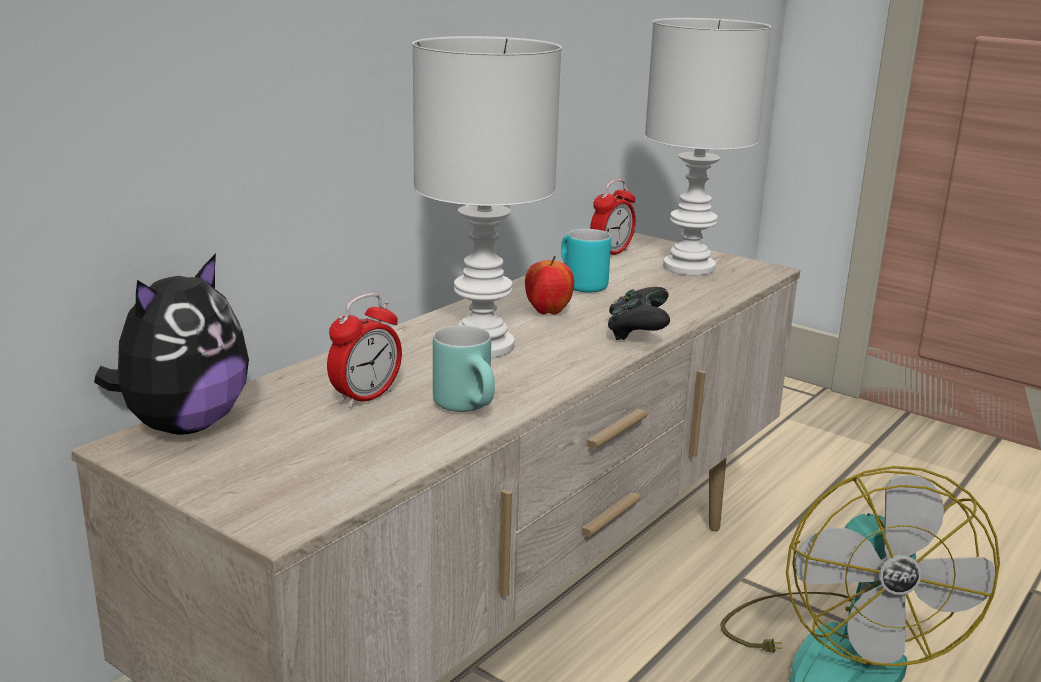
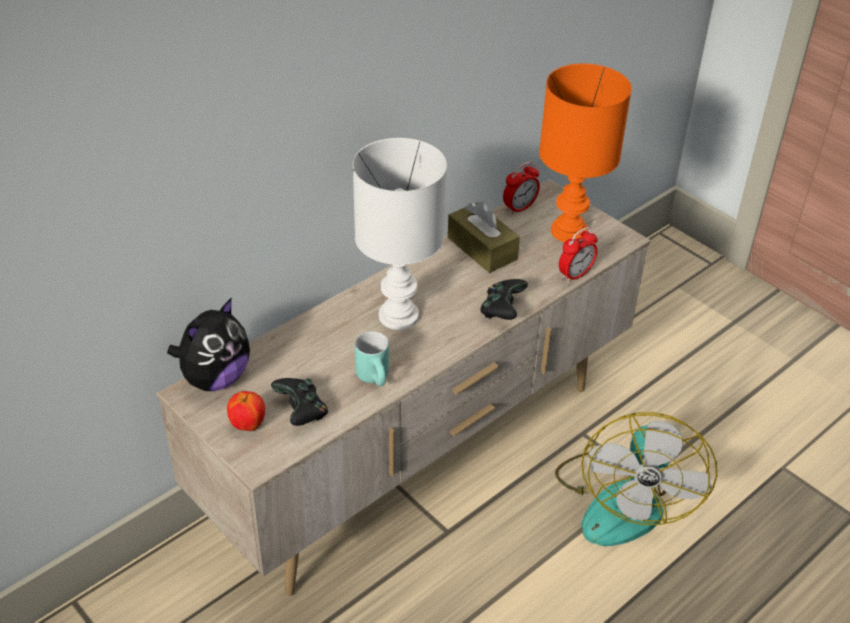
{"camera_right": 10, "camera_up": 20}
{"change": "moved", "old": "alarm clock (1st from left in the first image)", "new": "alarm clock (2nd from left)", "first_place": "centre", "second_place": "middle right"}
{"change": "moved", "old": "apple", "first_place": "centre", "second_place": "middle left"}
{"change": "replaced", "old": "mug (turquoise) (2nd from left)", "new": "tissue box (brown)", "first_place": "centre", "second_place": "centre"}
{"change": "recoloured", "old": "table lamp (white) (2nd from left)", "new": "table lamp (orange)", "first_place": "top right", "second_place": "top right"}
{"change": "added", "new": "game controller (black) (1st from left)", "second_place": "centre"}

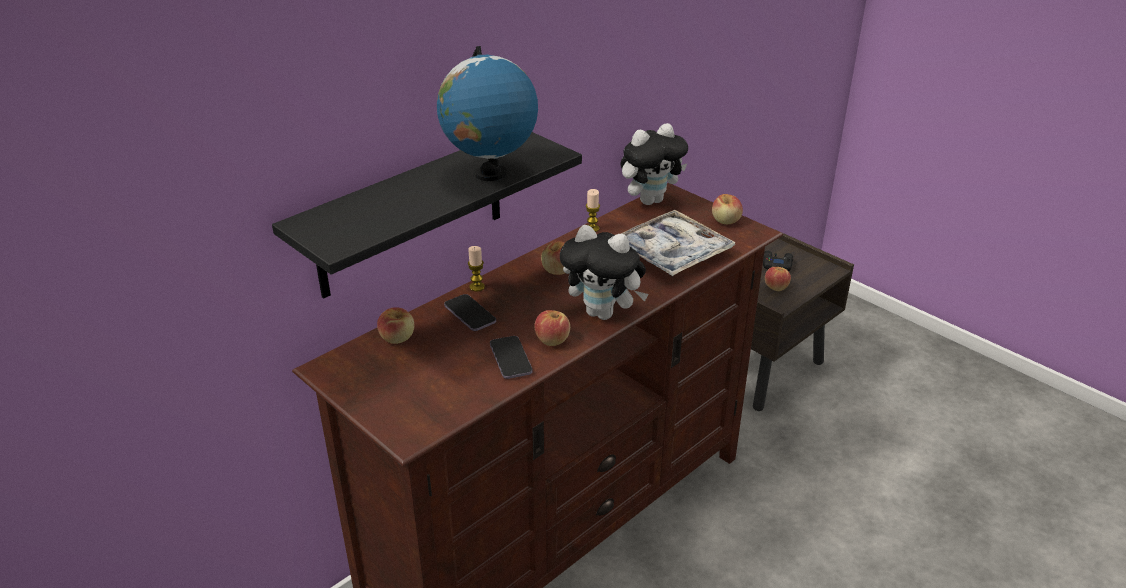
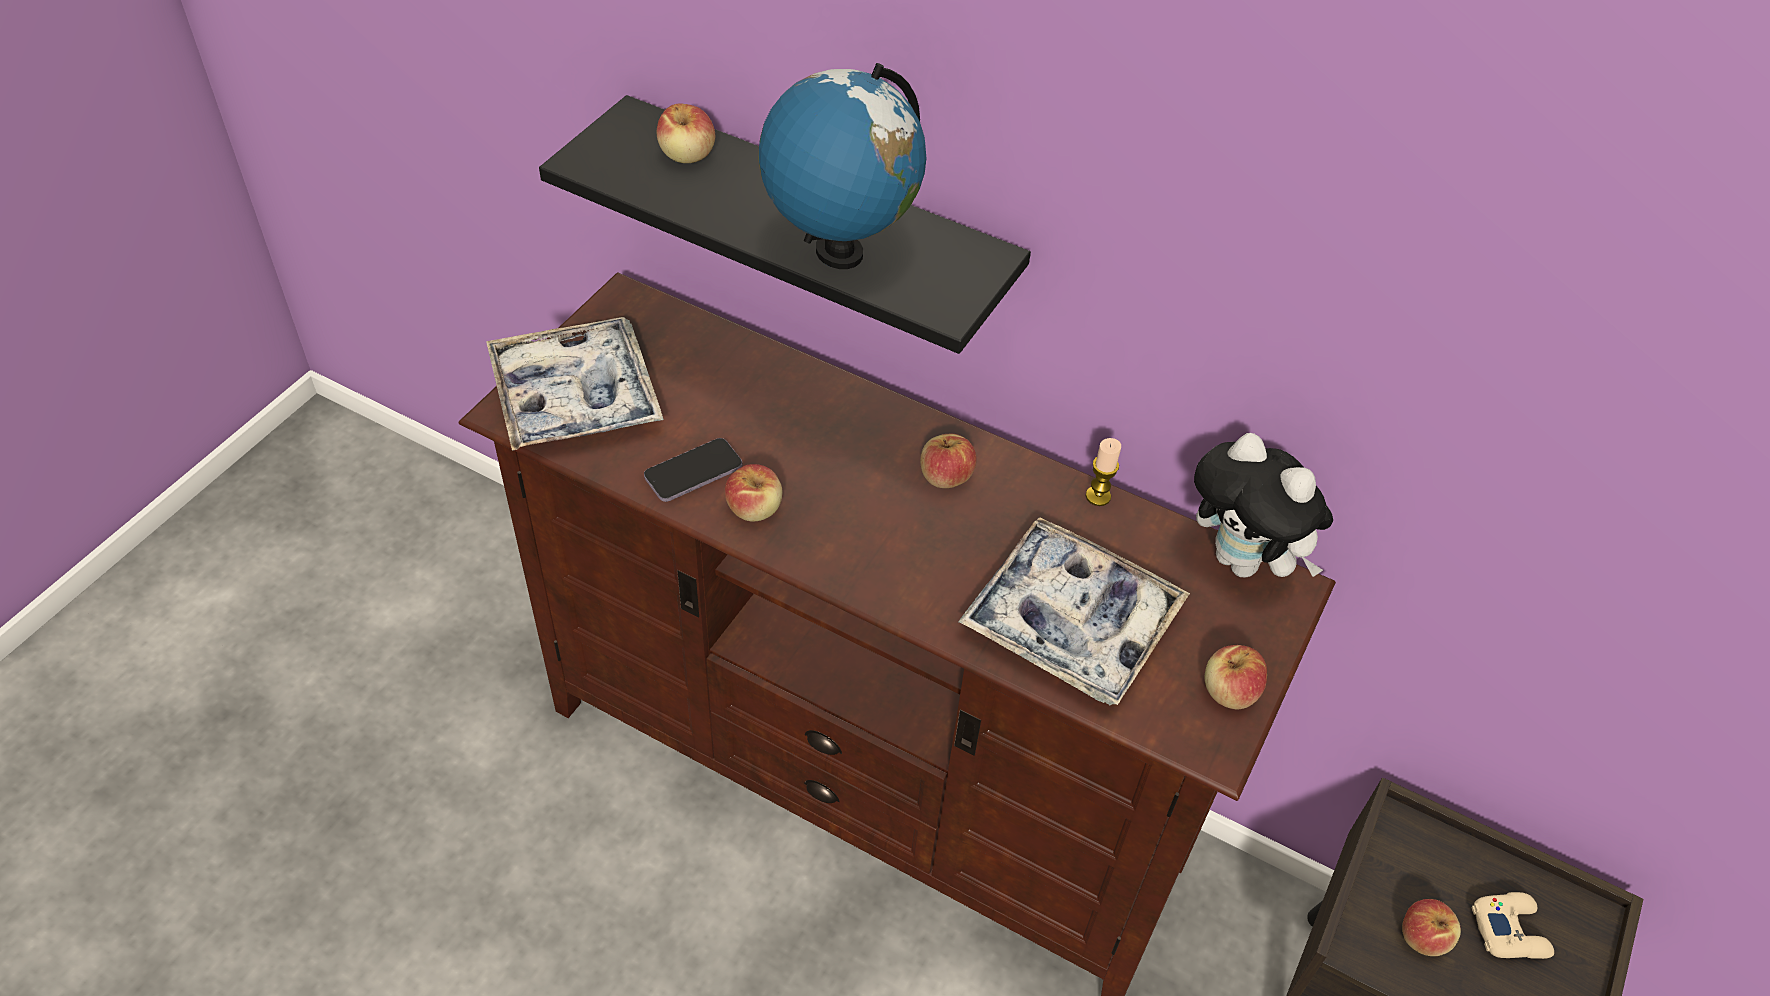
{"camera_right": 70, "camera_up": 15}
{"change": "moved", "old": "apple (1st from left)", "first_place": "centre", "second_place": "top centre"}
{"change": "removed", "old": "phone (1st from left)", "first_place": "centre"}
{"change": "removed", "old": "candle (1st from left)", "first_place": "centre"}
{"change": "removed", "old": "plush toy (1st from left)", "first_place": "centre"}
{"change": "recoloured", "old": "game controller (black)", "new": "game controller (beige)", "first_place": "middle right", "second_place": "bottom right"}
{"change": "added", "new": "tray (1st from left)", "second_place": "middle left"}

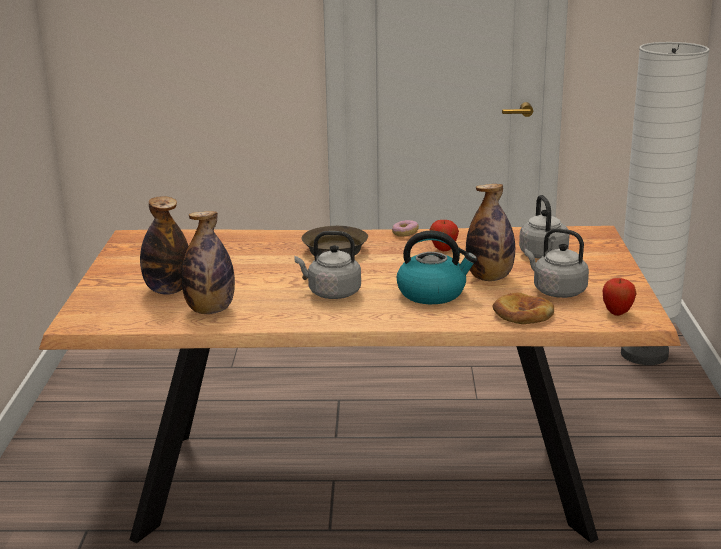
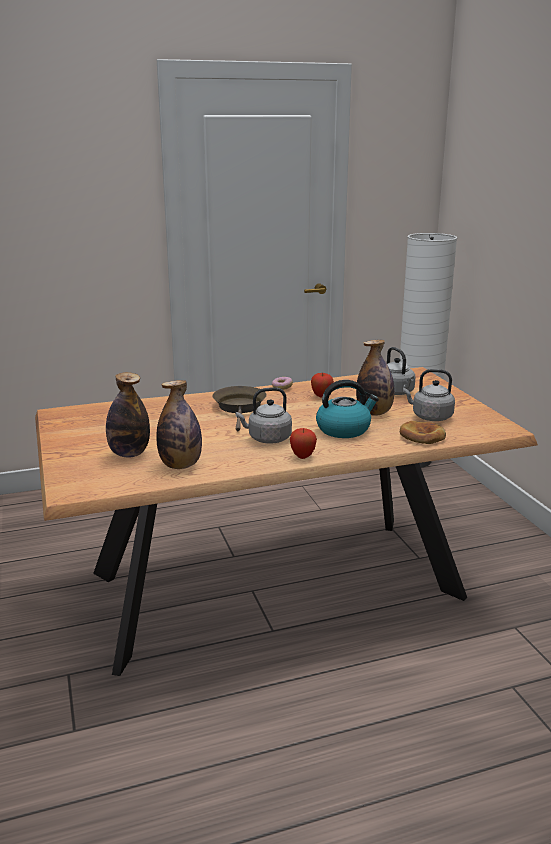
{"camera_right": -20, "camera_up": 0}
{"change": "moved", "old": "apple (2nd from left in the first image)", "new": "apple (1st from left)", "first_place": "middle right", "second_place": "centre"}

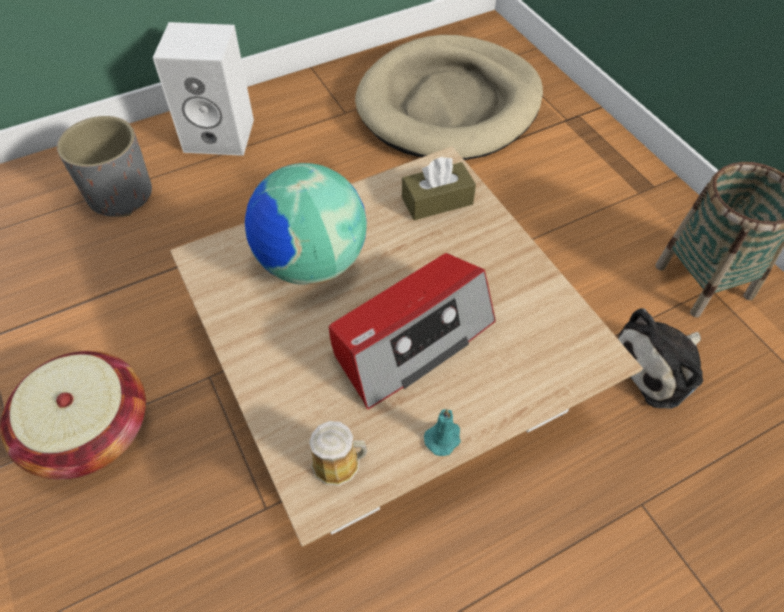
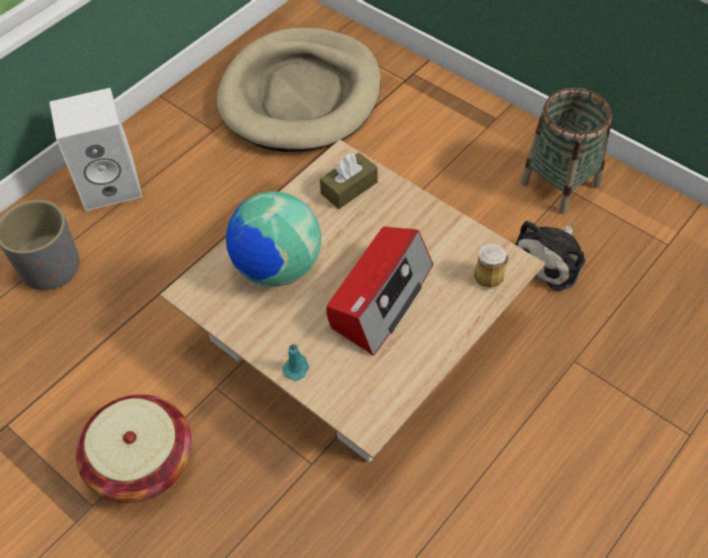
{"camera_right": -20, "camera_up": 0}
{"change": "moved", "old": "mug", "first_place": "bottom centre", "second_place": "middle right"}
{"change": "moved", "old": "candle (turquoise)", "first_place": "bottom centre", "second_place": "centre"}

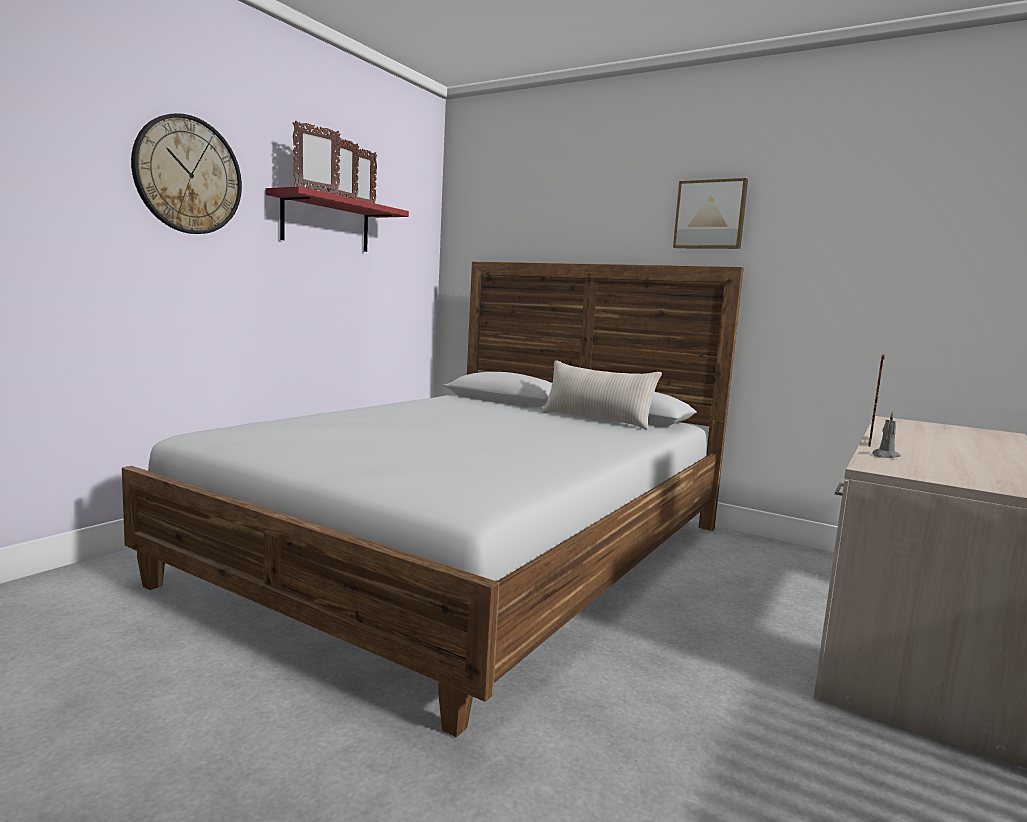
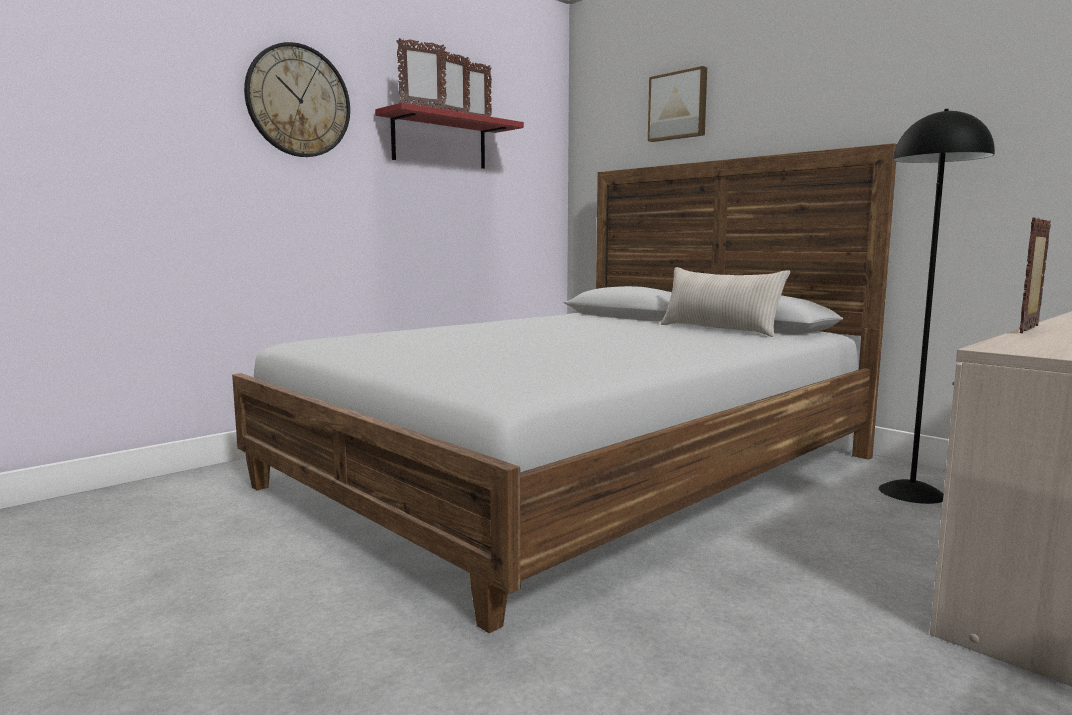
{"camera_right": 15, "camera_up": 0}
{"change": "moved", "old": "picture", "first_place": "top right", "second_place": "top centre"}
{"change": "removed", "old": "candle (grey)", "first_place": "middle right"}
{"change": "added", "new": "floor lamp (black)", "second_place": "middle right"}

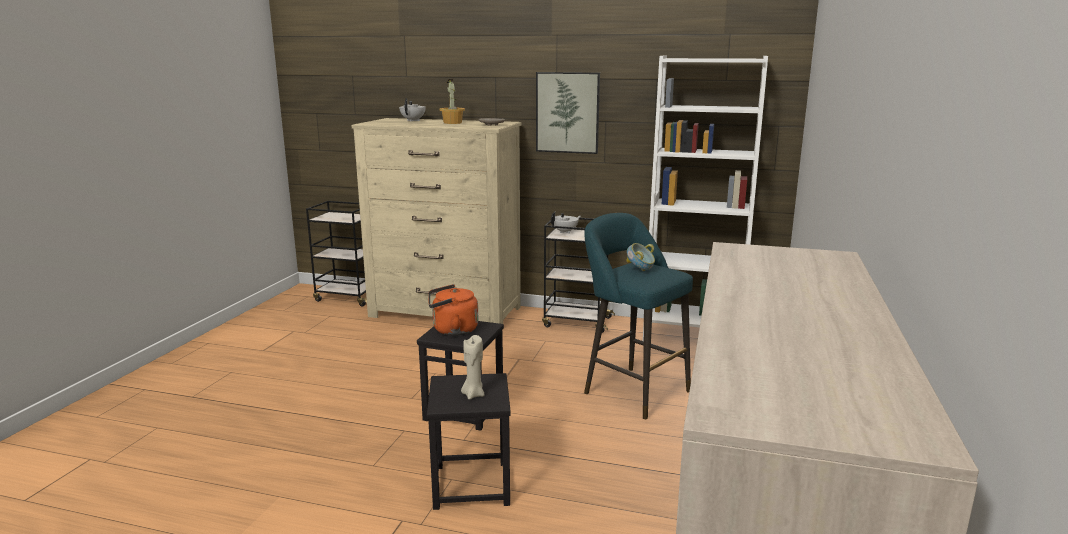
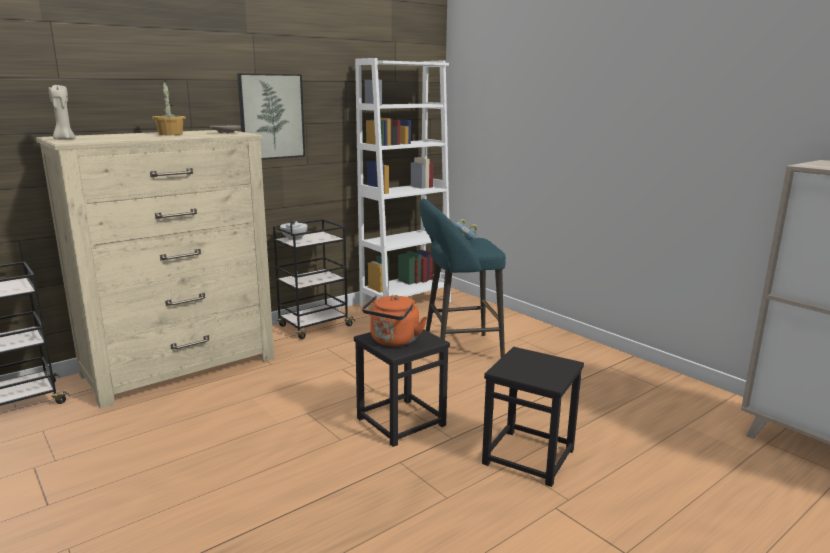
{"camera_right": -55, "camera_up": 0}
{"change": "removed", "old": "teapot (white) (1st from left)", "first_place": "top centre"}
{"change": "moved", "old": "candle (beige)", "first_place": "bottom centre", "second_place": "top left"}

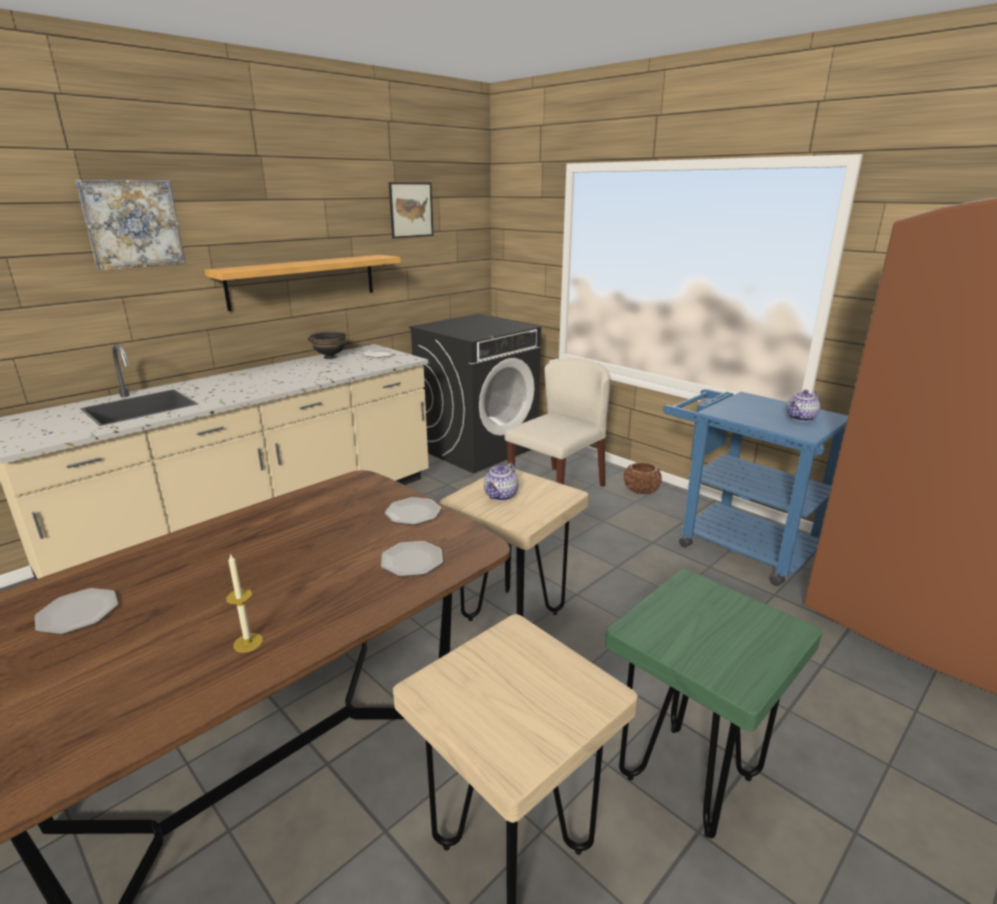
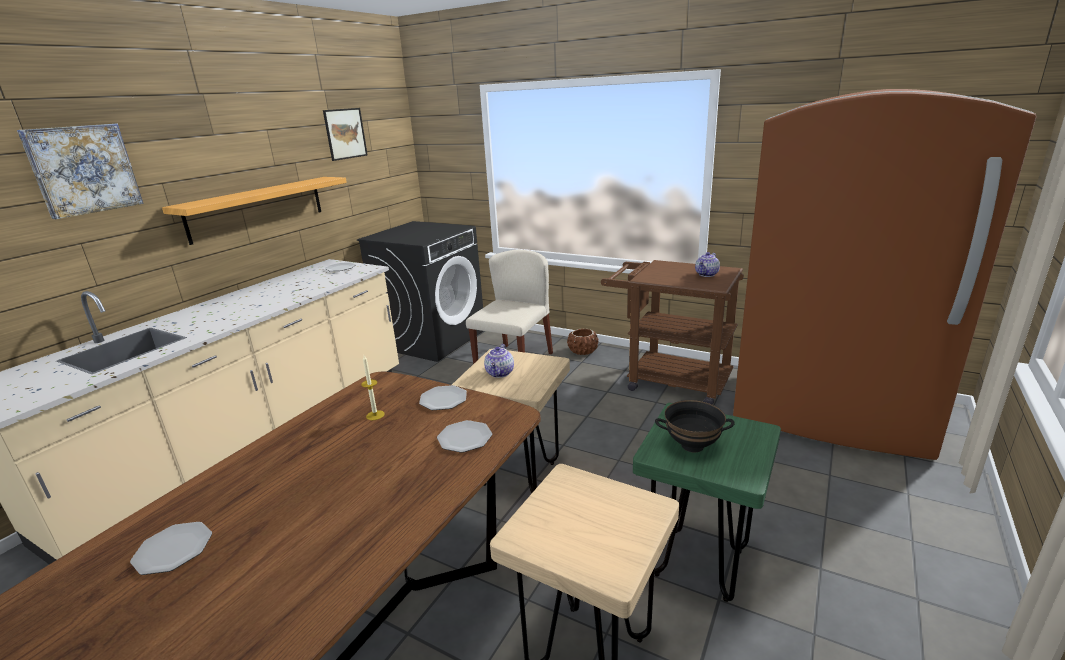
{"camera_right": -15, "camera_up": 0}
{"change": "moved", "old": "candle", "first_place": "bottom left", "second_place": "centre"}
{"change": "moved", "old": "bowl (black)", "first_place": "middle left", "second_place": "centre"}
{"change": "recoloured", "old": "cart (blue)", "new": "cart (brown)", "first_place": "middle right", "second_place": "centre"}

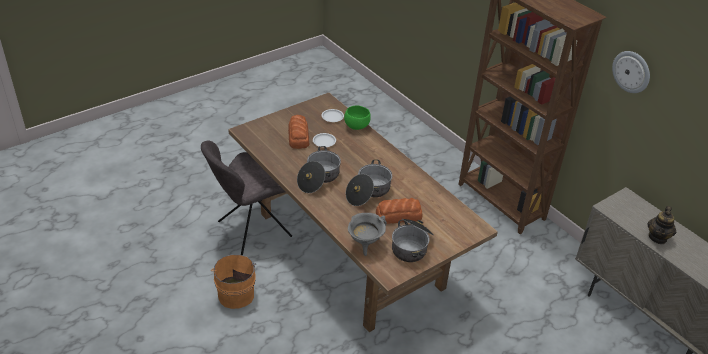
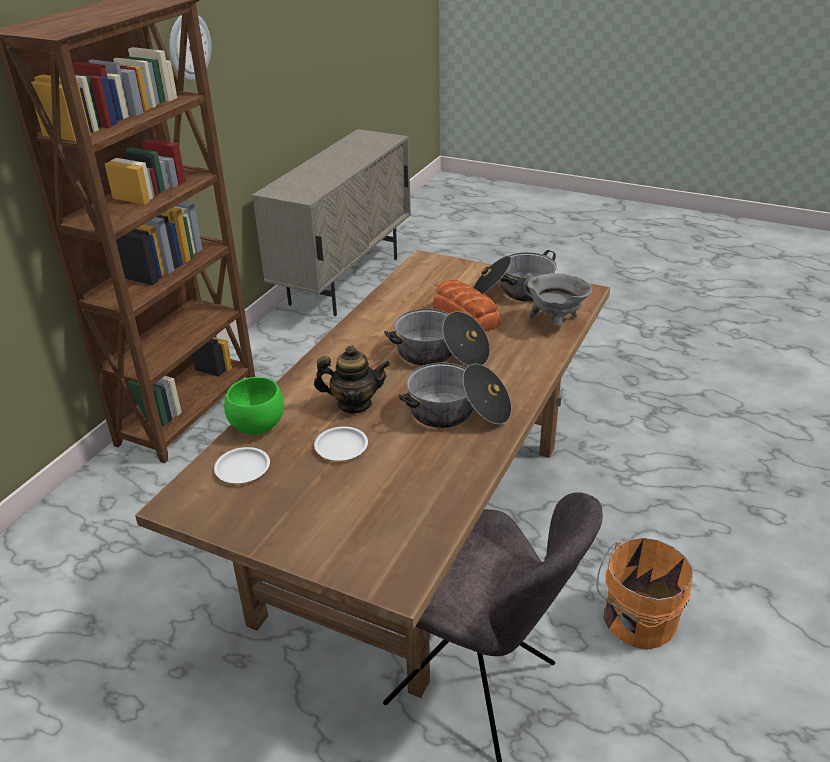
{"camera_right": -115, "camera_up": -5}
{"change": "removed", "old": "bread (1st from left)", "first_place": "centre"}
{"change": "moved", "old": "teapot", "first_place": "middle right", "second_place": "centre"}

